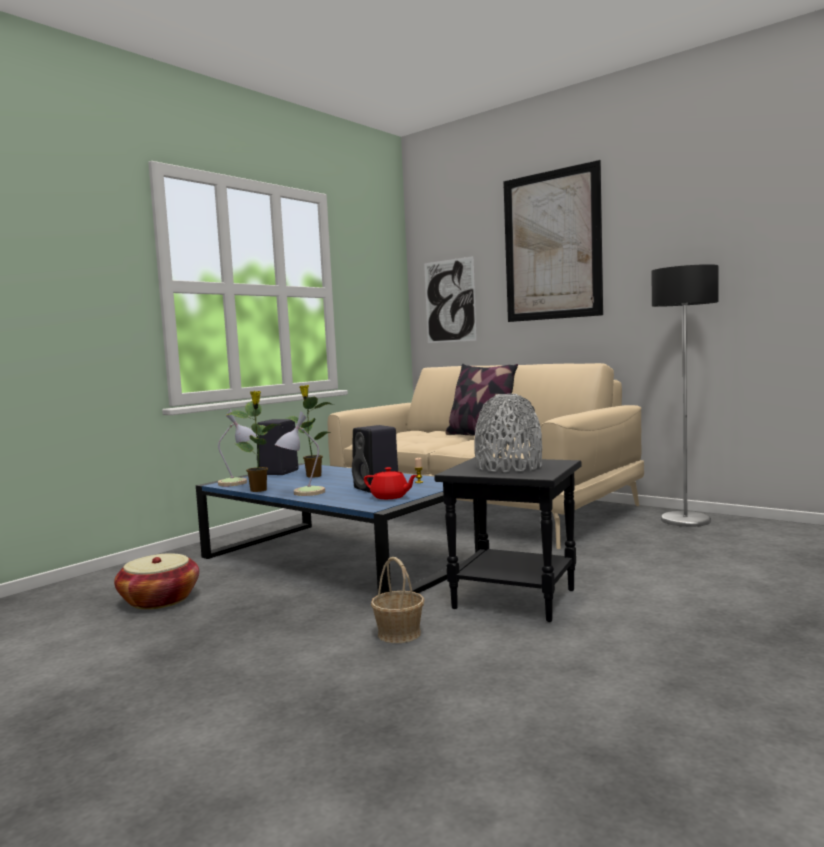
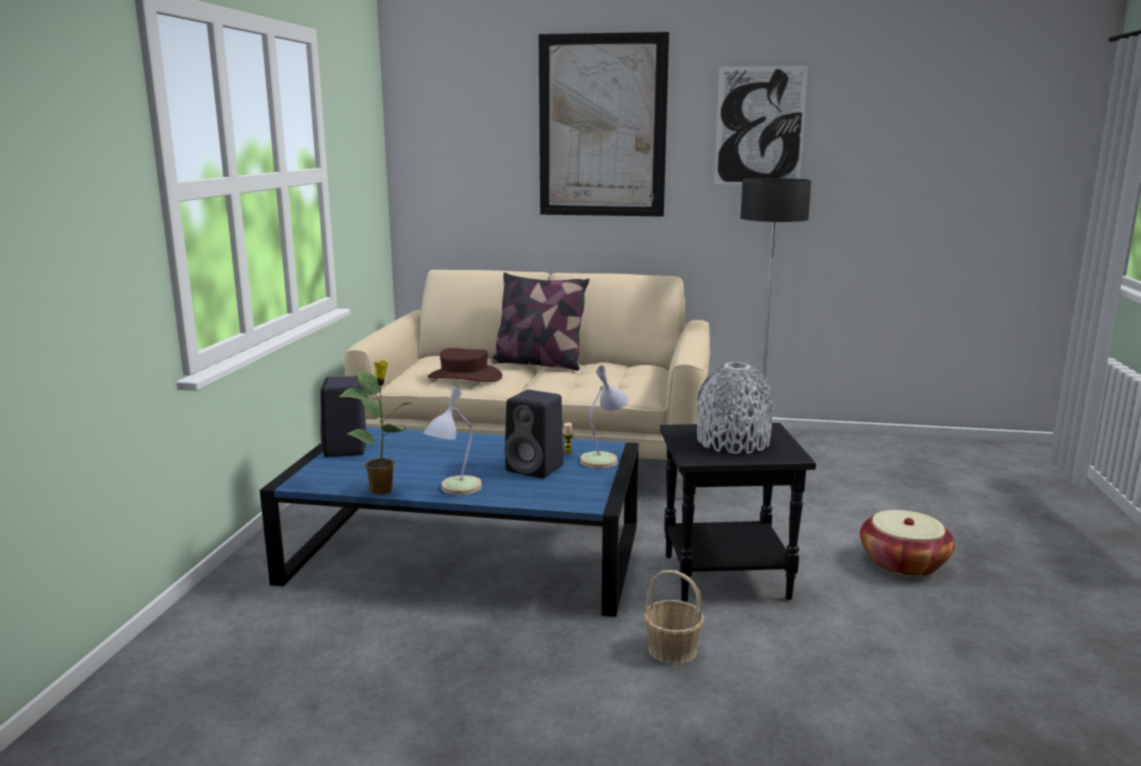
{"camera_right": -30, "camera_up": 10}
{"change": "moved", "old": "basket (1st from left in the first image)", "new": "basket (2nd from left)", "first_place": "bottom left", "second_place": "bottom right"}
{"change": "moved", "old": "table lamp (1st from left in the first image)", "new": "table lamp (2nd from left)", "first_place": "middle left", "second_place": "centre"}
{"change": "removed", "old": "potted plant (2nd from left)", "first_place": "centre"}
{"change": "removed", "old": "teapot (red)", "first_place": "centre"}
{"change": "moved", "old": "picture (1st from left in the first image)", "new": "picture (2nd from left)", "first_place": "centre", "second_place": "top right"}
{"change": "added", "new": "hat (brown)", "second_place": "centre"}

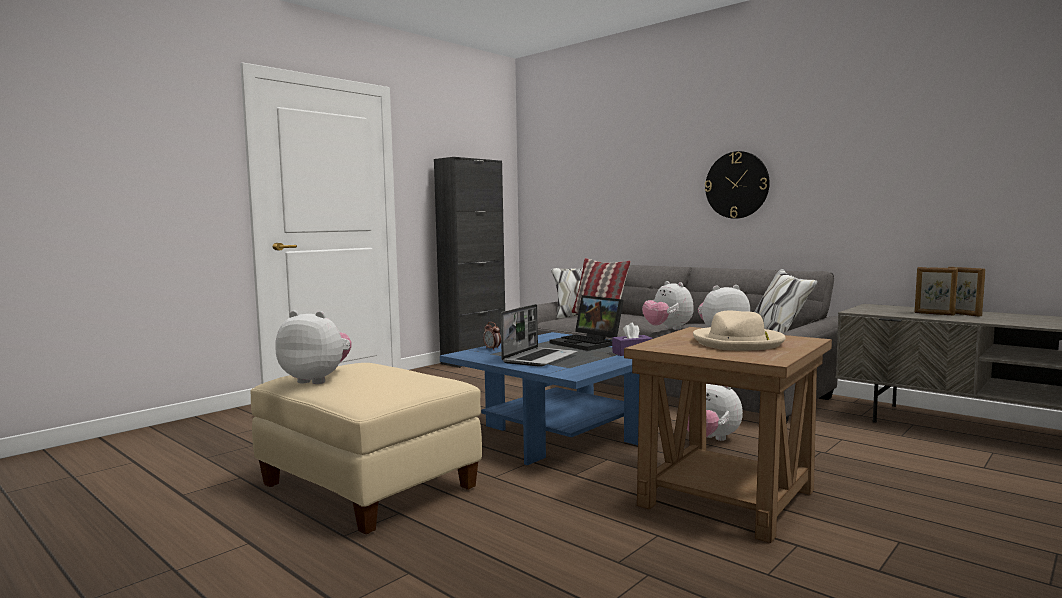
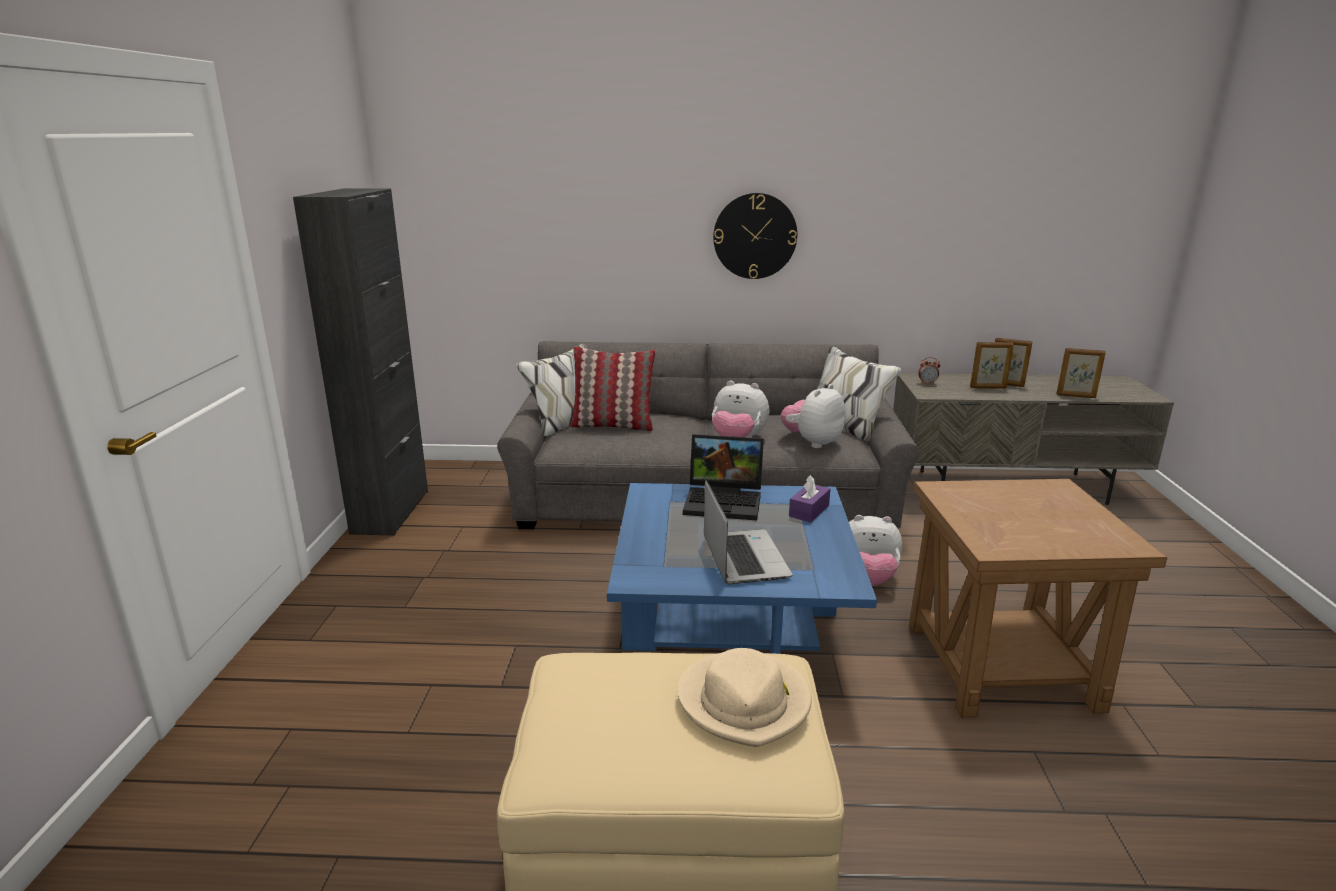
{"camera_right": -40, "camera_up": 15}
{"change": "removed", "old": "plush toy (1st from left)", "first_place": "middle left"}
{"change": "moved", "old": "alarm clock", "first_place": "centre", "second_place": "middle right"}
{"change": "moved", "old": "hat (beige)", "first_place": "middle right", "second_place": "bottom centre"}
{"change": "added", "new": "picture frame (3rd from left)", "second_place": "middle right"}

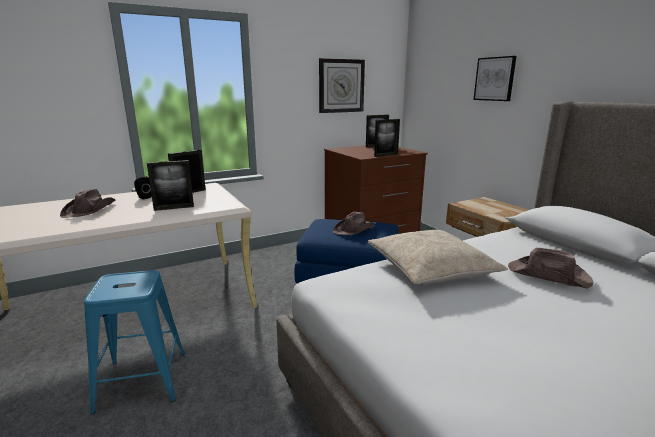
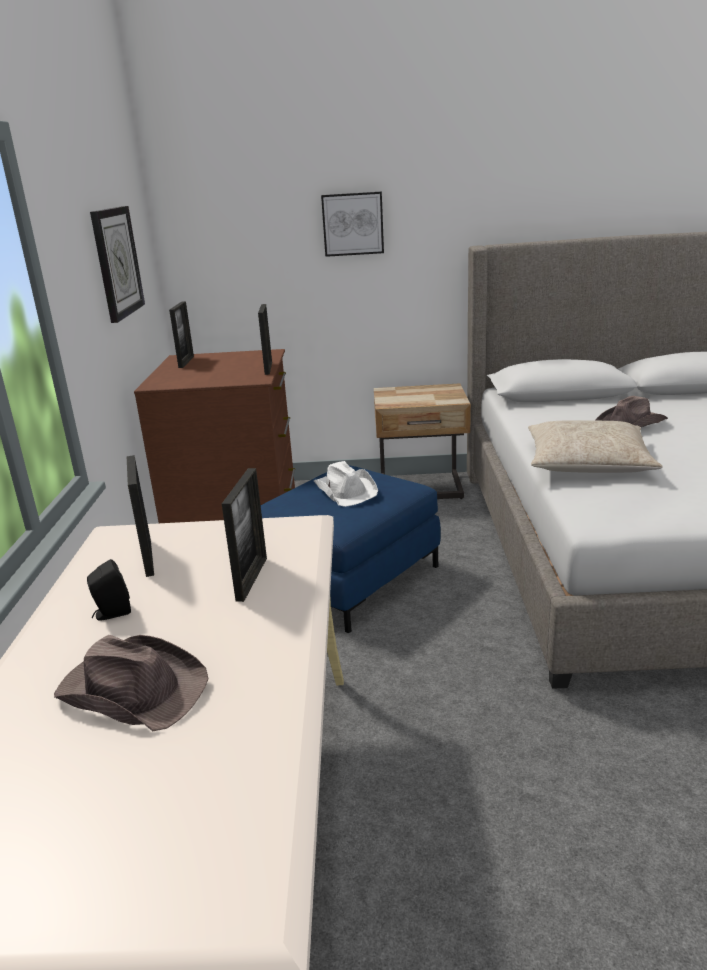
{"camera_right": -60, "camera_up": 5}
{"change": "removed", "old": "stool (blue)", "first_place": "bottom left"}
{"change": "recoloured", "old": "hat (brown) (2nd from left)", "new": "hat (white)", "first_place": "centre", "second_place": "centre"}

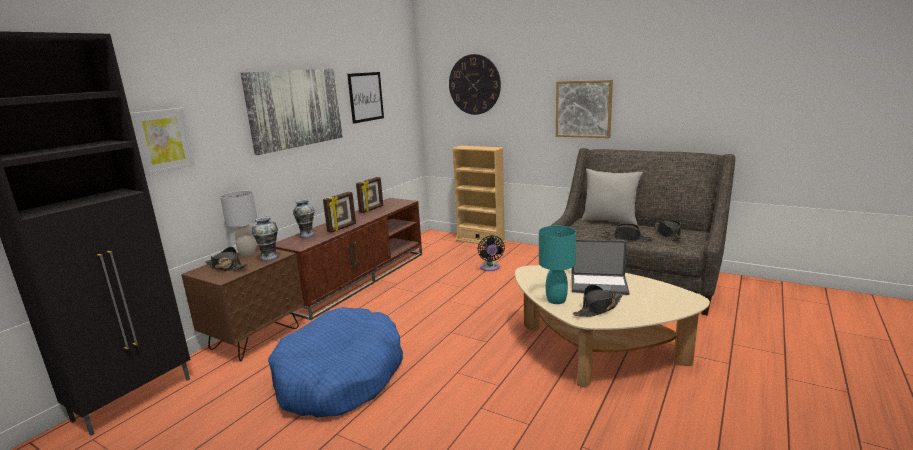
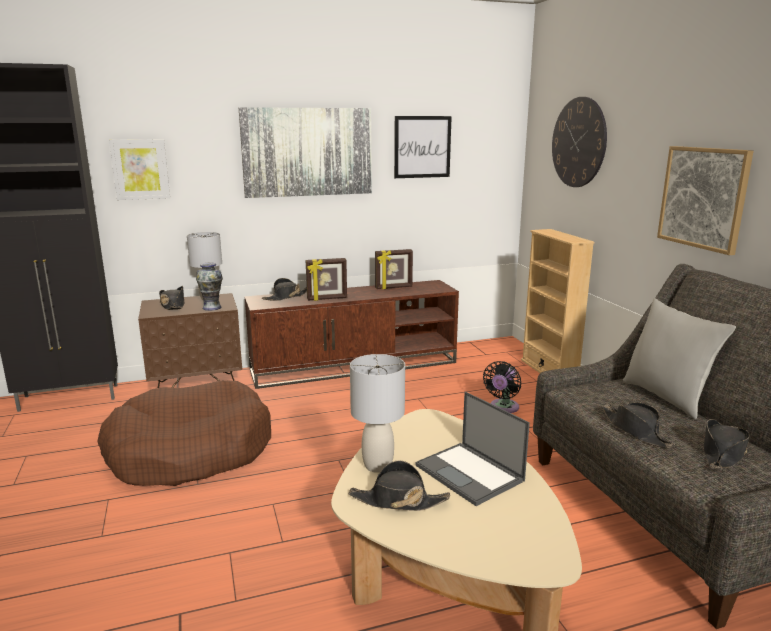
{"camera_right": 40, "camera_up": 0}
{"change": "recoloured", "old": "dog bed (blue)", "new": "dog bed (brown)", "first_place": "bottom centre", "second_place": "bottom left"}
{"change": "replaced", "old": "vase (2nd from left)", "new": "hat (black) (2nd from left)", "first_place": "middle left", "second_place": "centre"}
{"change": "recoloured", "old": "table lamp (turquoise)", "new": "table lamp (grey) (2nd from left)", "first_place": "centre", "second_place": "centre"}

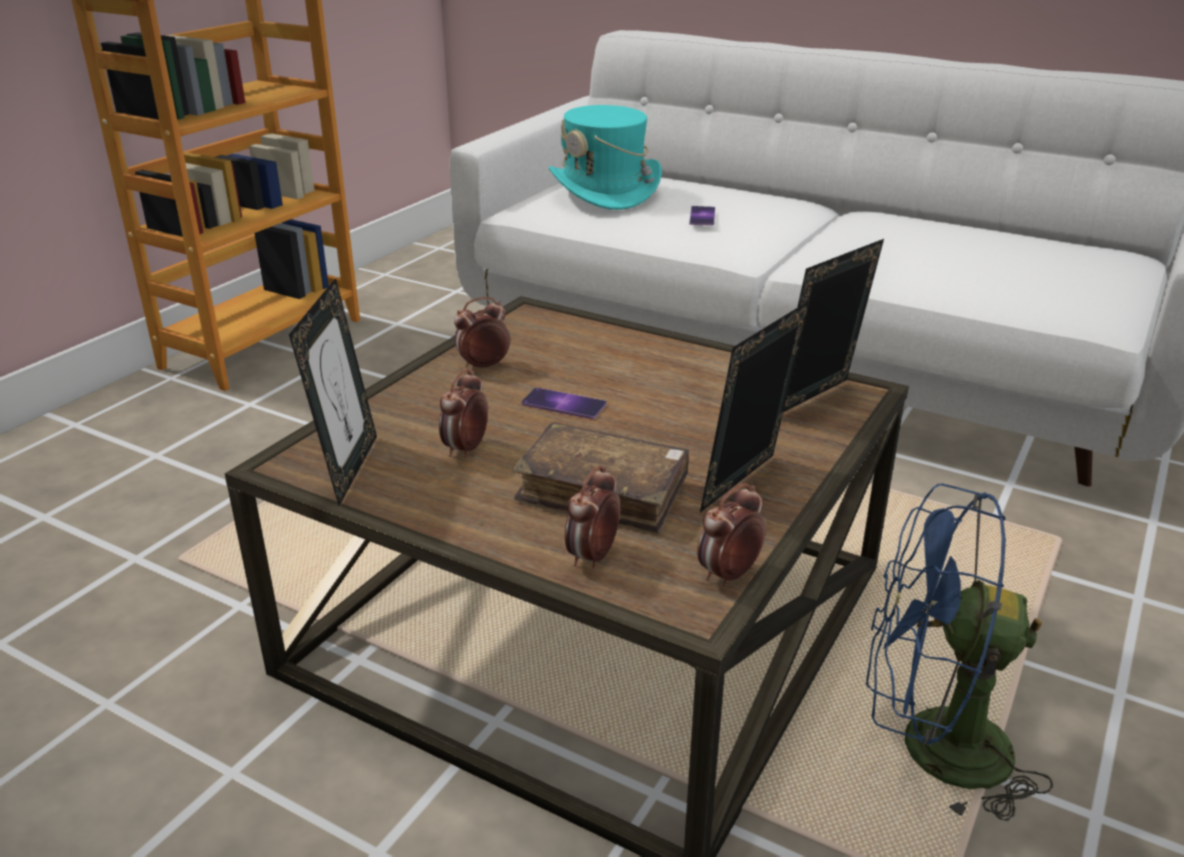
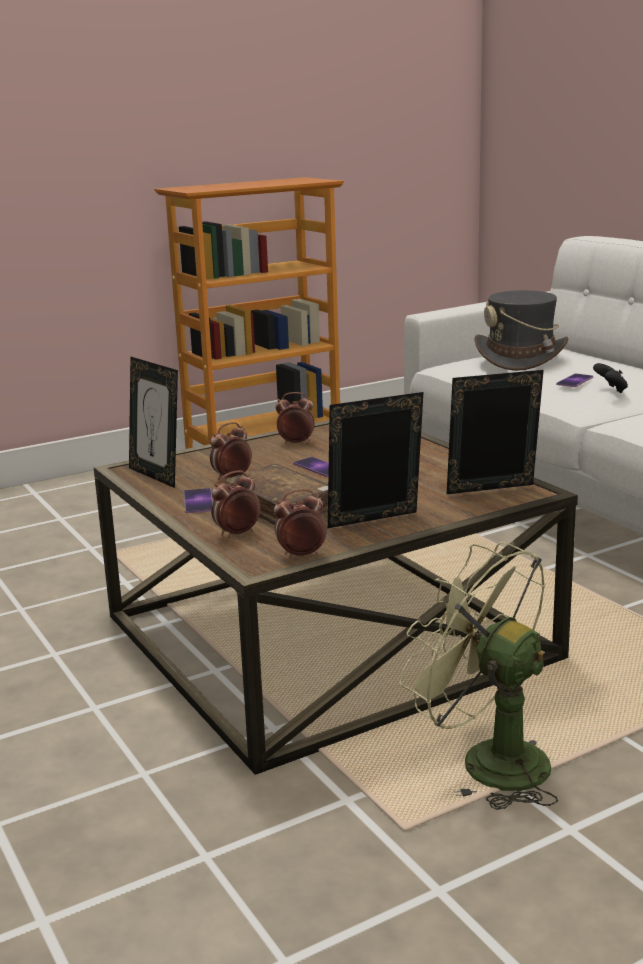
{"camera_right": 30, "camera_up": -10}
{"change": "turned", "old": "picture frame (1st from left)", "first_place": "middle left", "second_place": "middle left", "degrees": 105}
{"change": "recoloured", "old": "hat (turquoise)", "new": "hat (grey)", "first_place": "top centre", "second_place": "middle right"}
{"change": "recoloured", "old": "fan (blue)", "new": "fan (green)", "first_place": "bottom right", "second_place": "bottom right"}
{"change": "added", "new": "phone (1st from left)", "second_place": "middle left"}
{"change": "added", "new": "game controller (black)", "second_place": "middle right"}

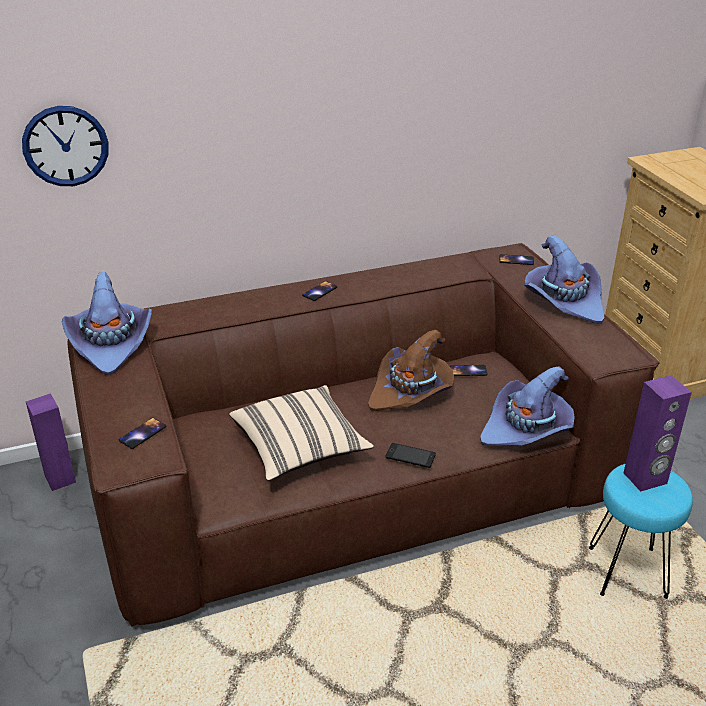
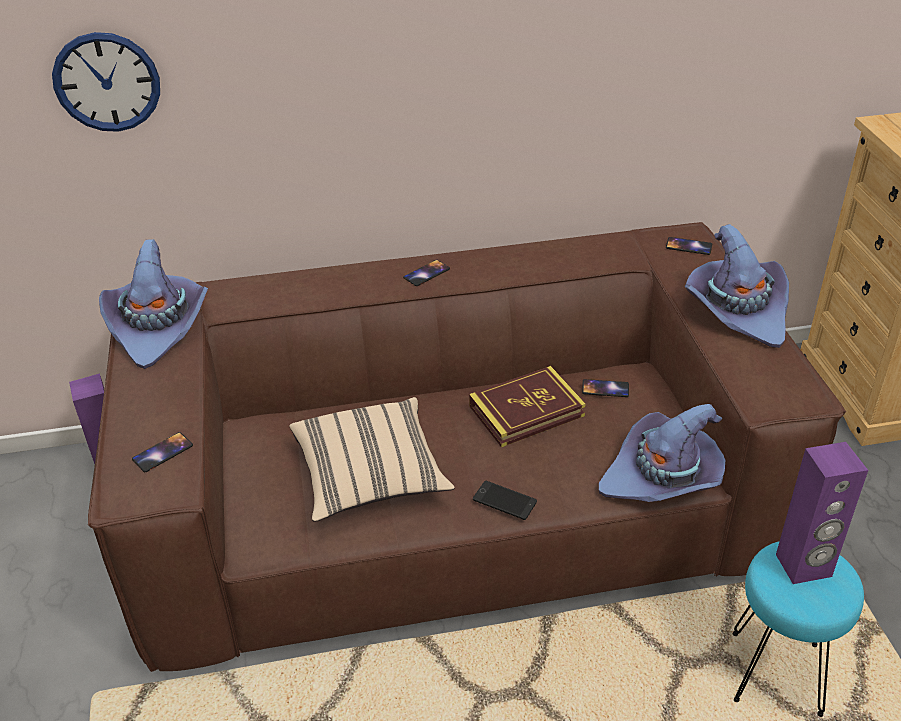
{"camera_right": 10, "camera_up": 5}
{"change": "replaced", "old": "hat (brown)", "new": "book", "first_place": "centre", "second_place": "centre"}

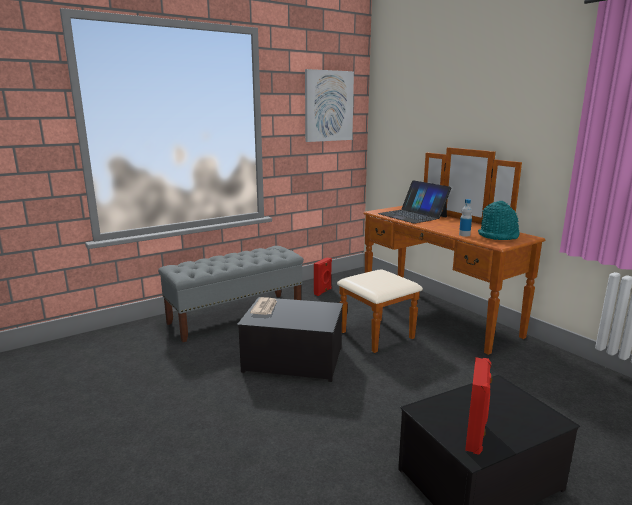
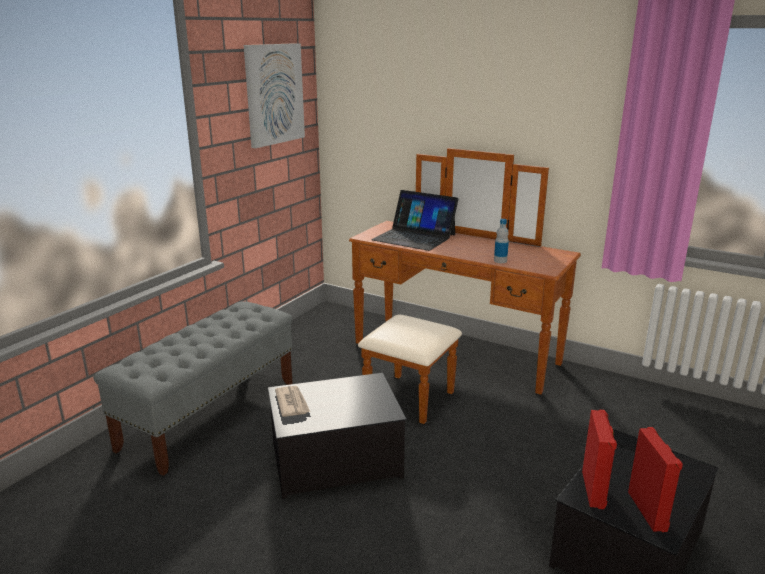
{"camera_right": -25, "camera_up": 5}
{"change": "moved", "old": "speaker (red) (1st from left)", "first_place": "centre", "second_place": "bottom right"}
{"change": "removed", "old": "hat (turquoise)", "first_place": "middle right"}

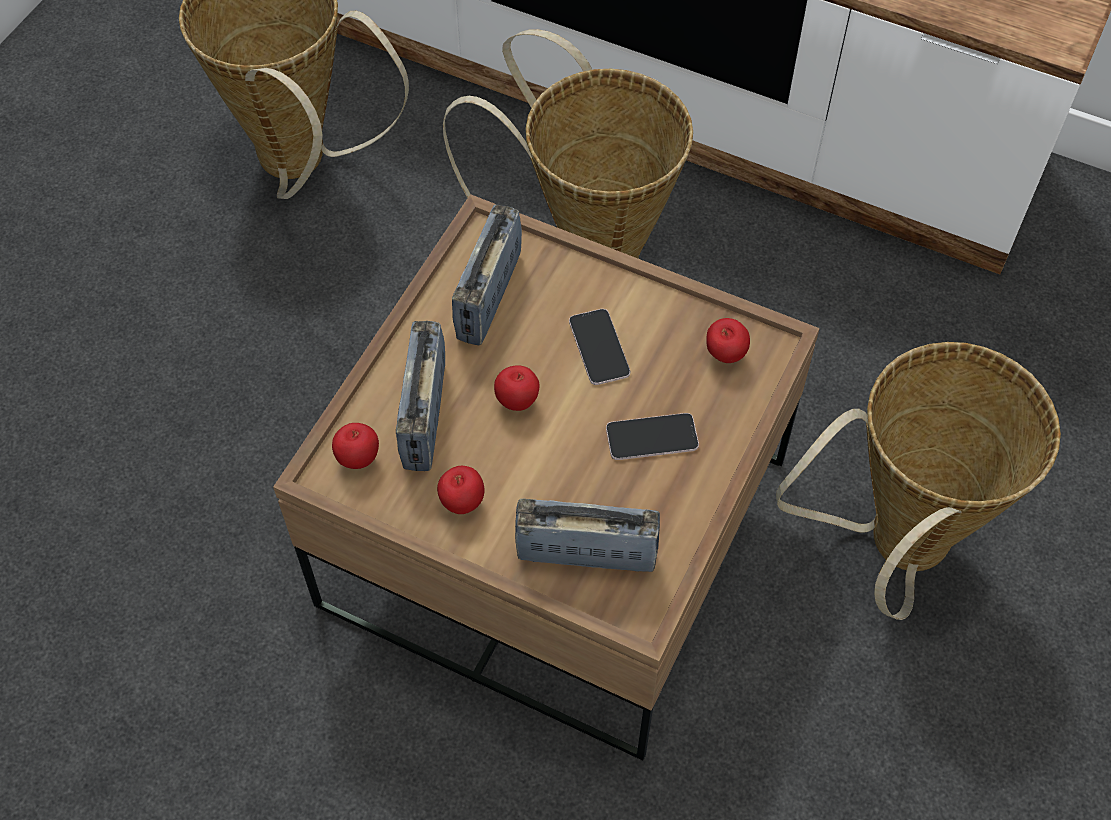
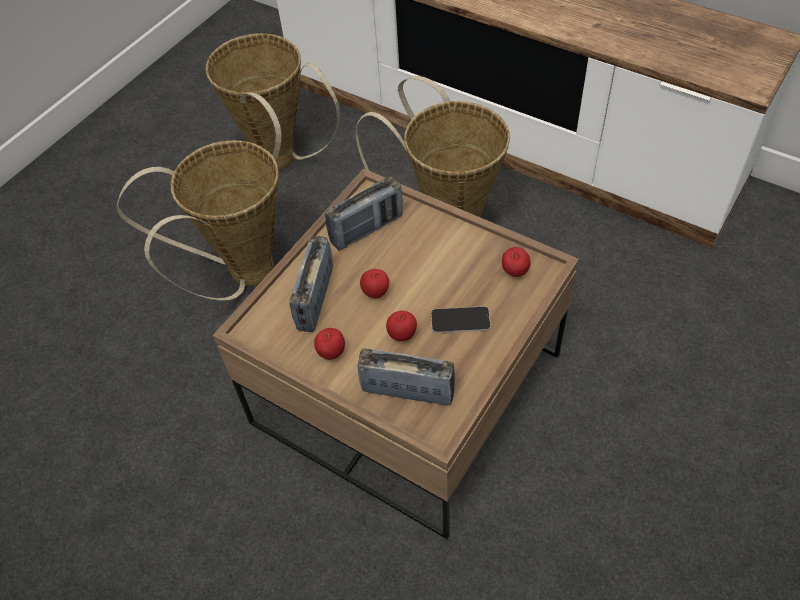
{"camera_right": 10, "camera_up": -5}
{"change": "moved", "old": "apple (1st from left in the first image)", "new": "apple (3rd from left)", "first_place": "middle left", "second_place": "centre"}
{"change": "turned", "old": "radio (2nd from left)", "first_place": "centre", "second_place": "centre", "degrees": -150}
{"change": "removed", "old": "phone (1st from left)", "first_place": "centre"}
{"change": "moved", "old": "basket (3rd from left in the first image)", "new": "basket (1st from left)", "first_place": "middle right", "second_place": "middle left"}

